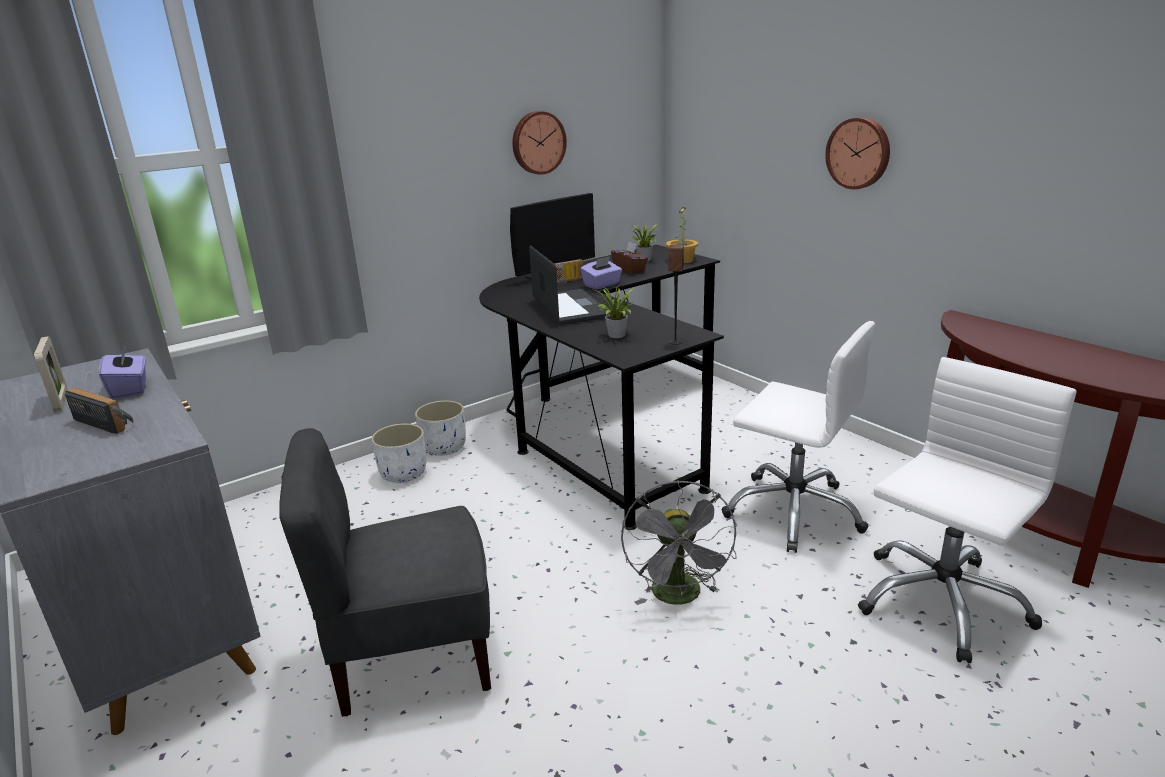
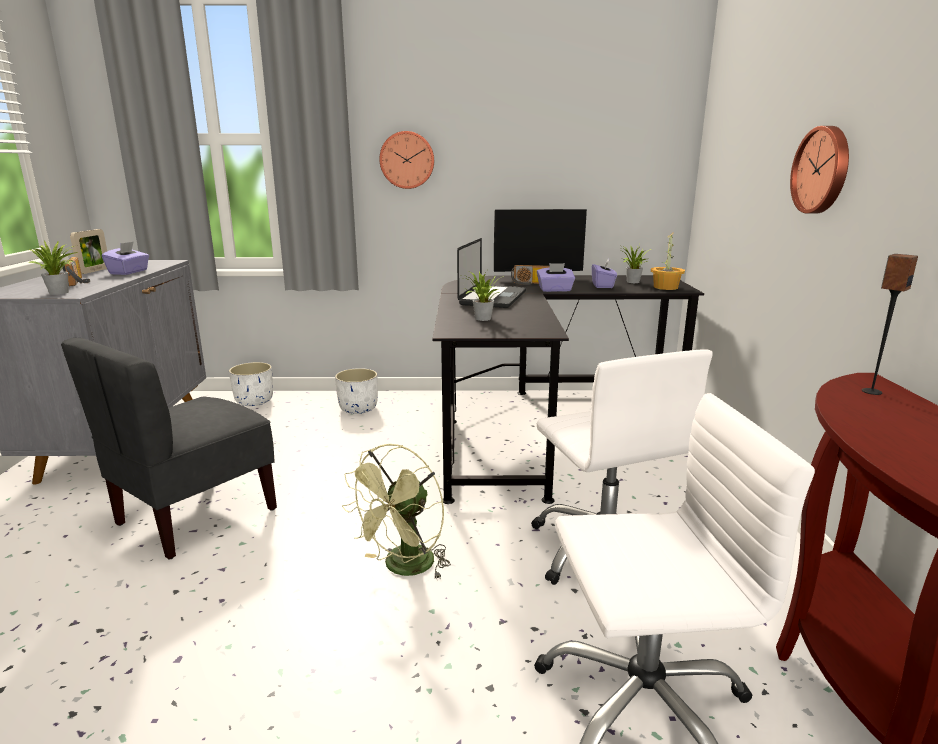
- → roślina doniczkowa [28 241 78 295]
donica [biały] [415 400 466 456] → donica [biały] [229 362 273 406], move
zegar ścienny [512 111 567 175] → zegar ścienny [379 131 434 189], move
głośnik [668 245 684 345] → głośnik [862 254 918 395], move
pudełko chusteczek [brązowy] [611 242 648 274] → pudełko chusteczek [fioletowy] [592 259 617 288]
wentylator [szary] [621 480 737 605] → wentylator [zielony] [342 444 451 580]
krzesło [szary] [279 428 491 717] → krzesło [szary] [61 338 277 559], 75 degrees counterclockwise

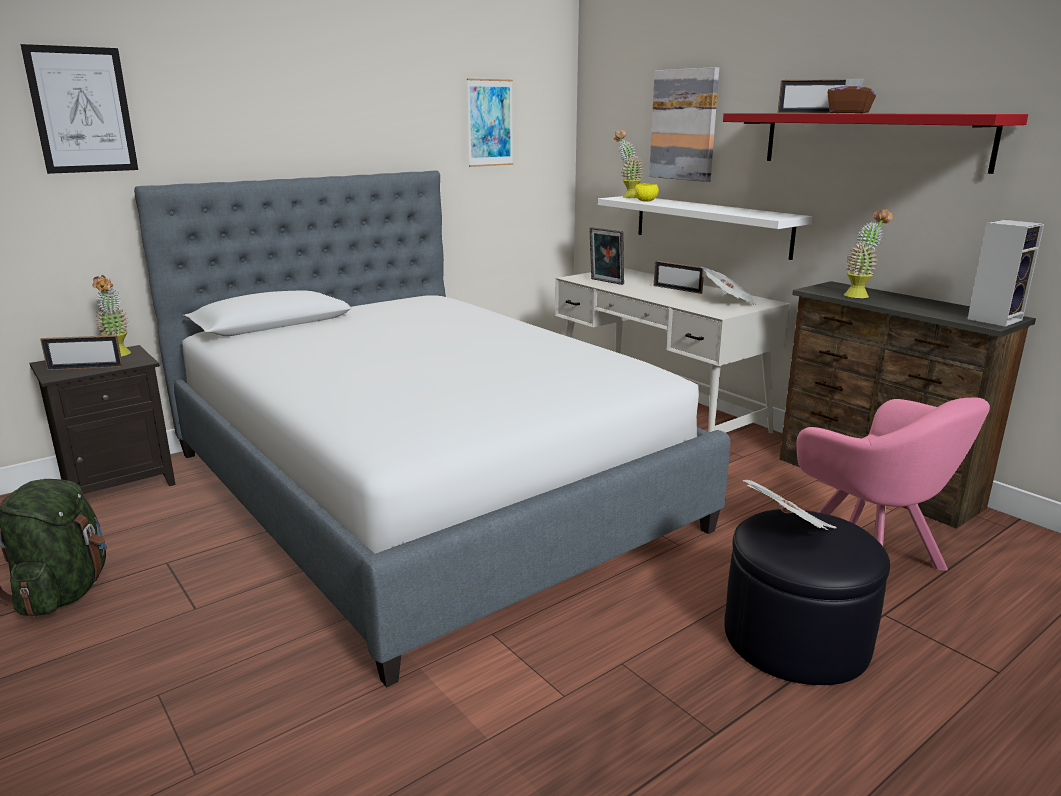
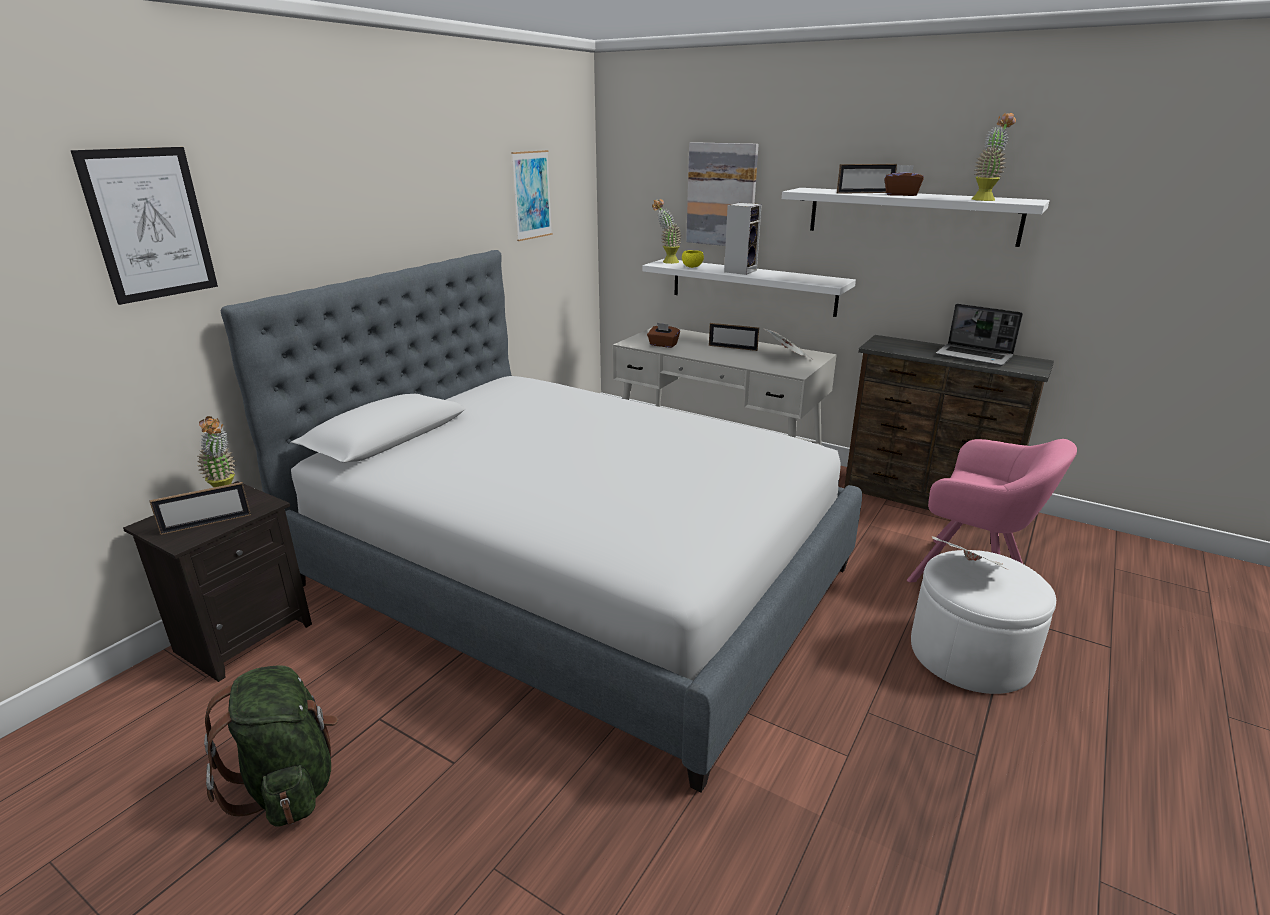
- → laptop [936 304 1023 366]
roślina doniczkowa [844 209 893 298] → roślina doniczkowa [972 113 1016 201], move
głośnik [968 220 1044 327] → głośnik [724 203 762 275], move
ramka na zdjęcie [589 227 624 285] → pudełko chusteczek [brązowy] [647 323 680 348]
półka [czerwony] [723 113 1028 174] → półka [biały] [782 188 1050 247]
pufa [czarny] [724 509 890 685] → pufa [biały] [911 550 1056 694]

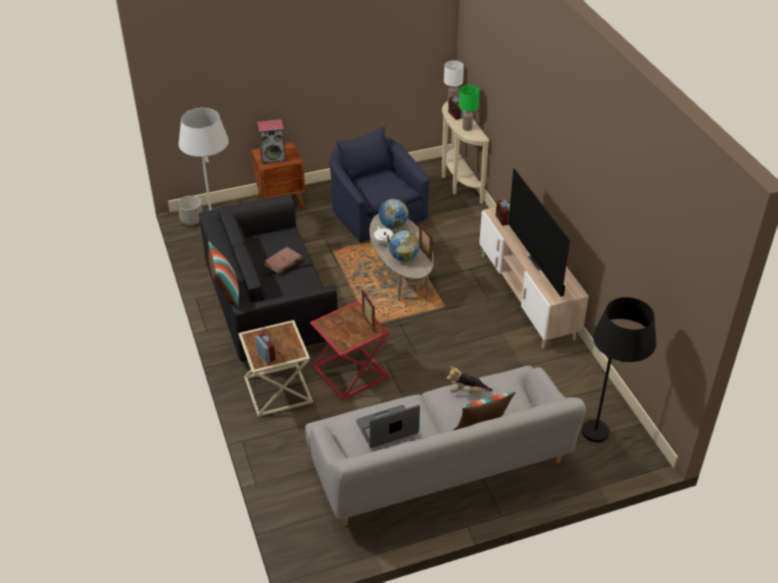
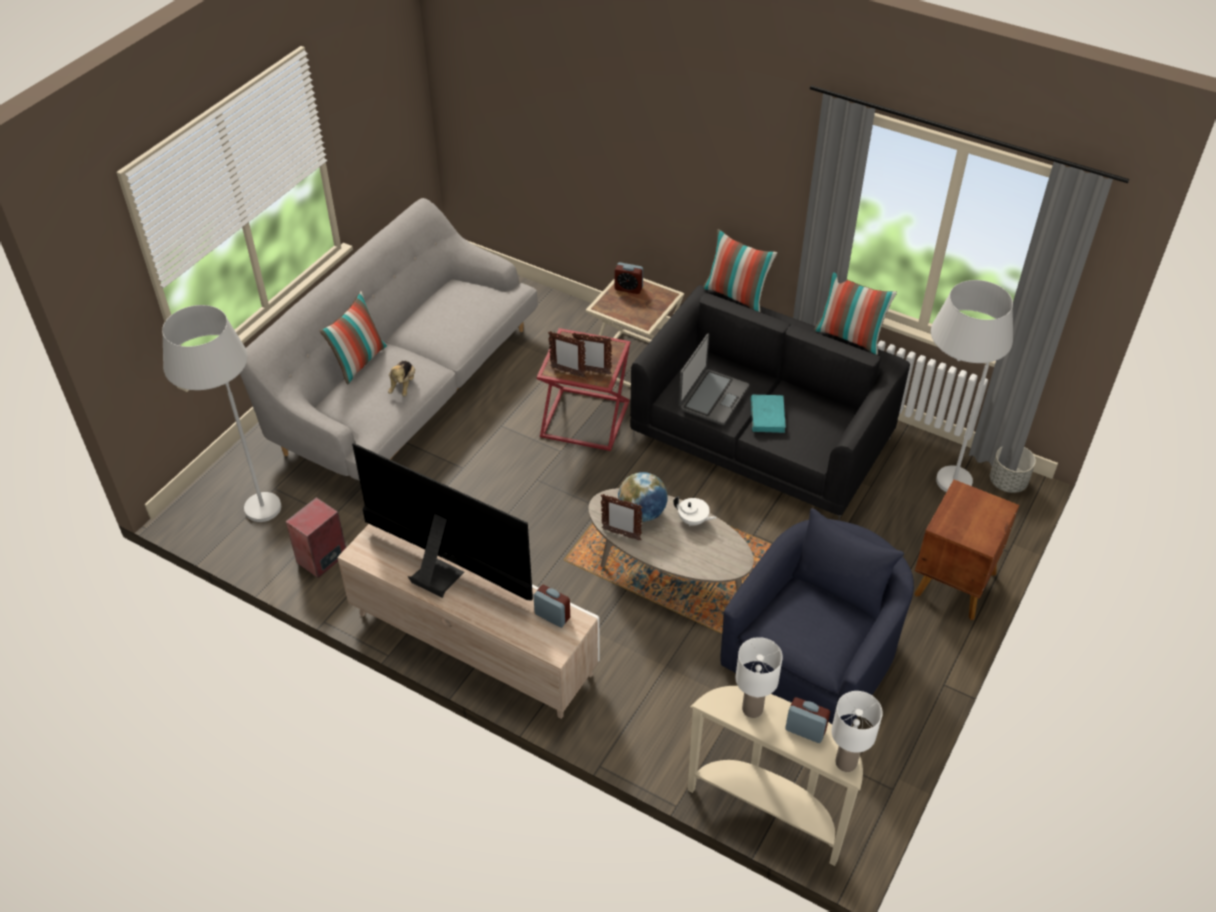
globus [379 199 408 229] → -
- → ramka na zdjęcie [572 332 612 375]
- → poduszka [814 272 897 355]
głośnik [257 119 286 164] → głośnik [285 497 346 578], move
laptop [356 405 420 448] → laptop [679 334 749 425], move
książka [brązowy] [264 247 302 274] → książka [turkusowy] [751 395 786 433]
lampa stołowa [zielony] [459 85 480 131] → lampa stołowa [biały] [735 637 783 718]
lampa stojąca [czarny] [582 297 656 443] → lampa stojąca [biały] [162 305 281 522]
fotel [niebieski] [330 126 429 242] → fotel [niebieski] [720 508 914 727], 75 degrees counterclockwise
pluszak [447 366 493 393] → pluszak [388 361 415 396], 135 degrees clockwise

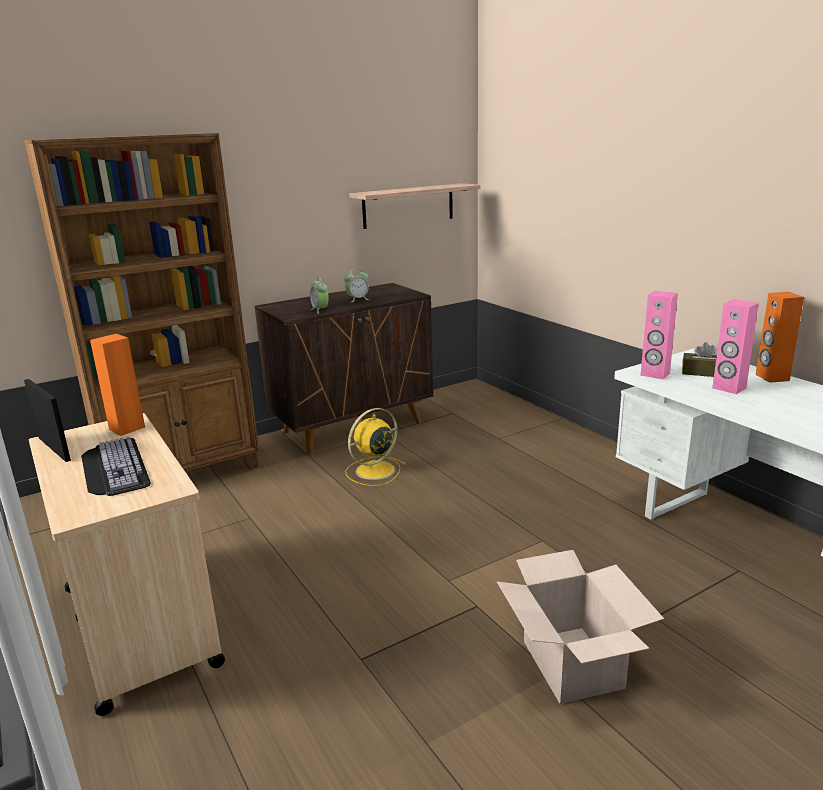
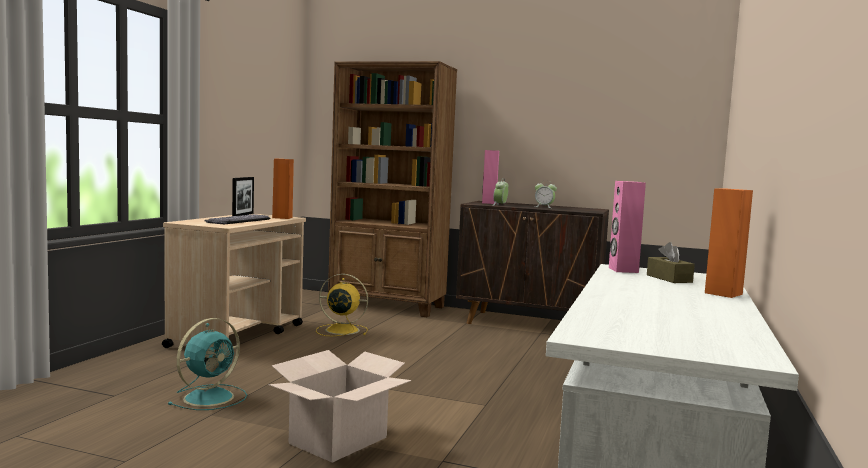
półka [349 183 480 229] → -
- → wentylator [turkusowy] [168 318 247 410]
wentylator [żółty] [345 408 406 486] → wentylator [żółty] [316 274 368 336], move
głośnik [różowy] [712 299 759 394] → głośnik [różowy] [482 150 499 204], move

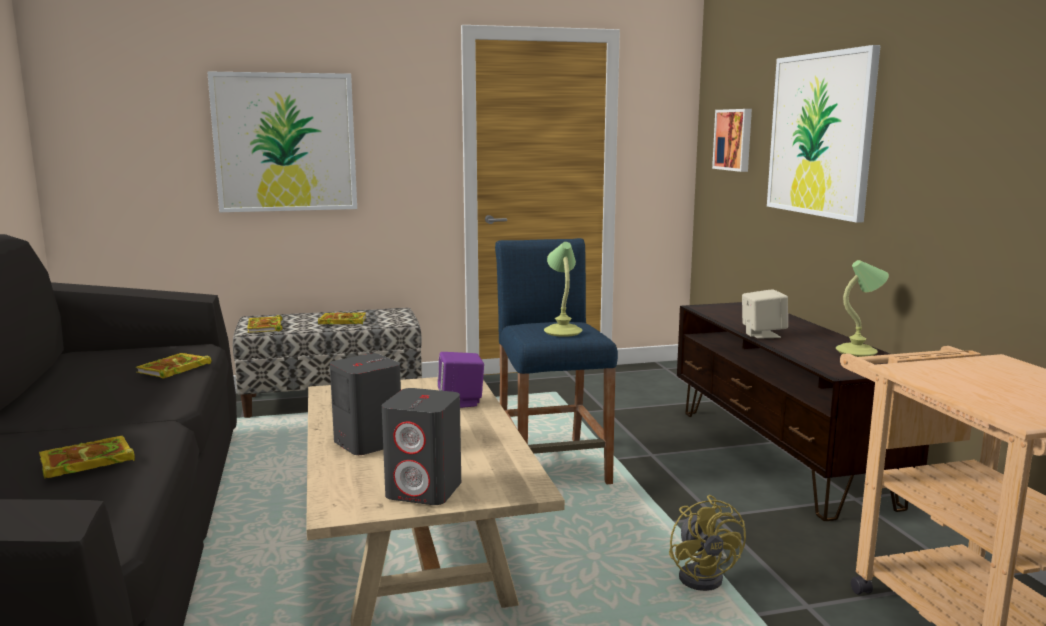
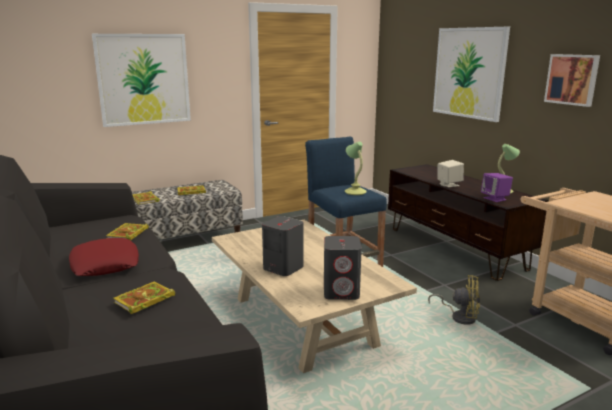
- → poduszka [czerwony] [69 238 139 276]
głośnik [fioletowy] [437 352 484 408] → głośnik [fioletowy] [481 173 513 202], move
obraz [712 109 752 172] → obraz [544 54 600 107], move
wentylator [żółty] [669 495 746 591] → wentylator [żółty] [428 275 480 325], 45 degrees counterclockwise

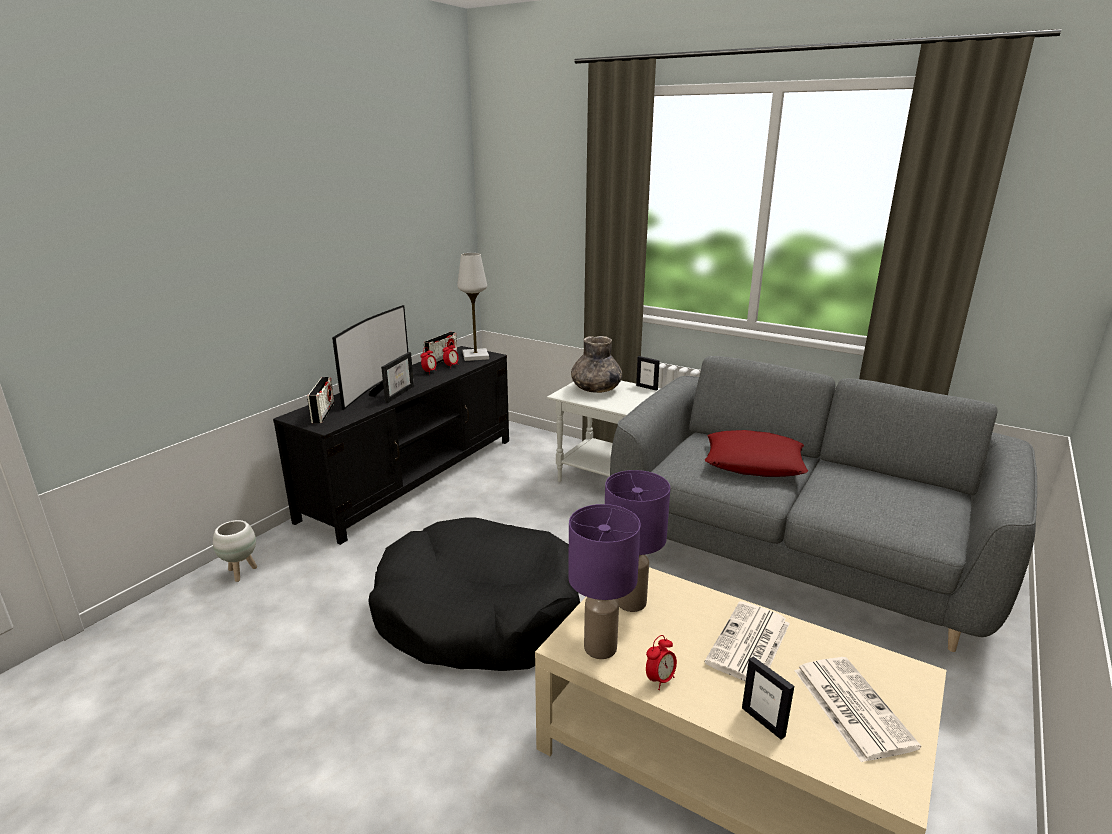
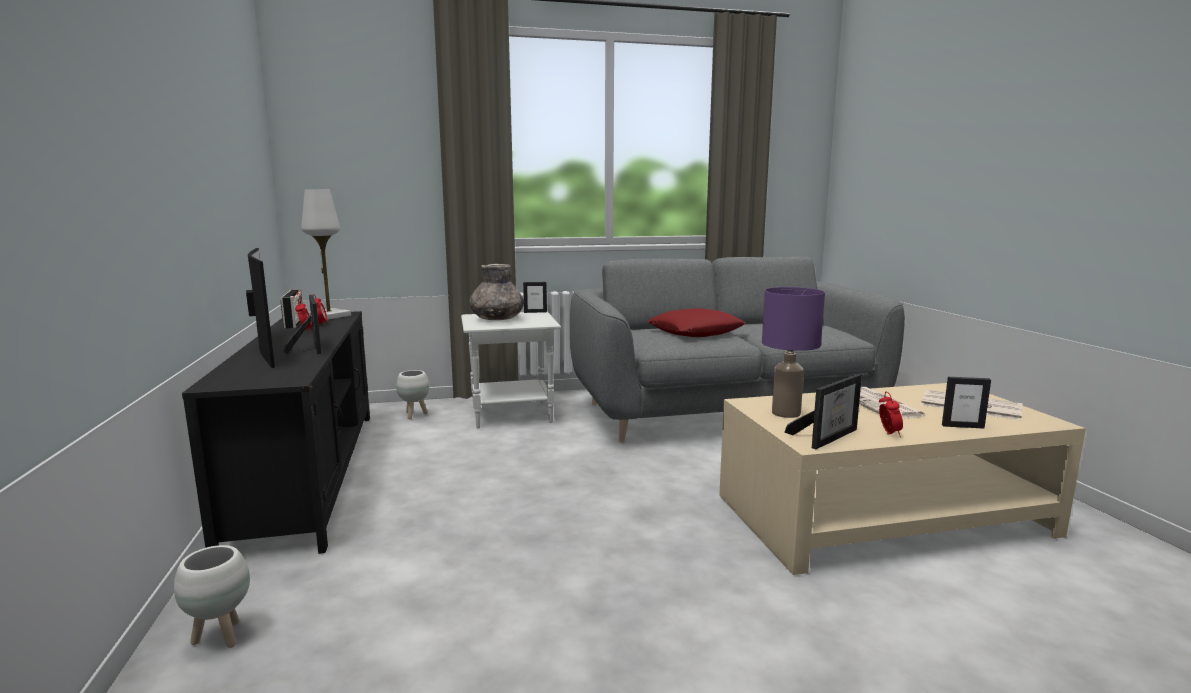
radio [307 377 335 424] → -
legowisko [czarny] [368 518 580 671] → -
- → donica [biały] [396 370 429 419]
lampa stołowa [fioletowy] [568 504 641 659] → ramka na zdjęcie [784 374 862 449]

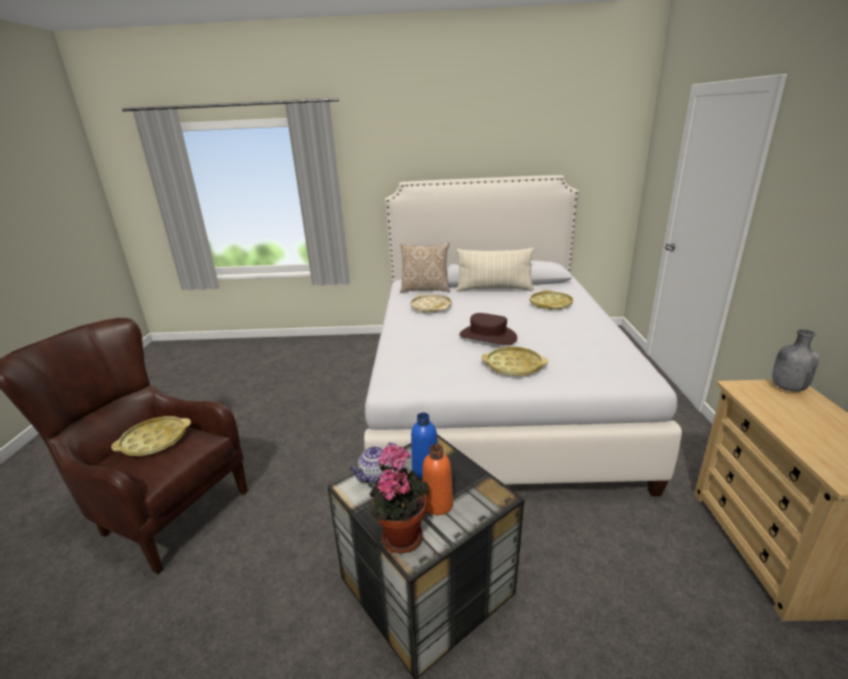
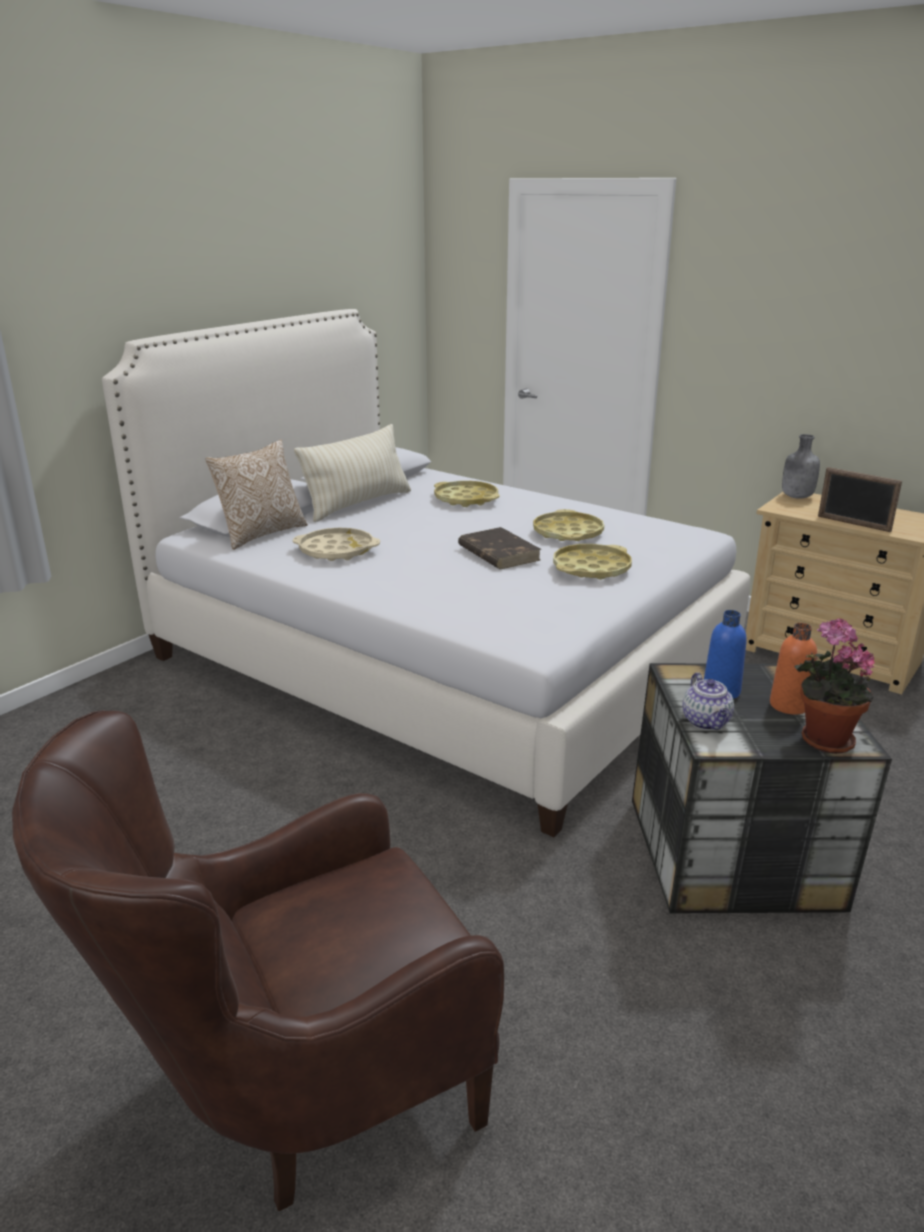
- → ramka na zdjęcie [818 467 902 532]
taca [żółty] [111 416 191 456] → taca [żółty] [533 509 604 541], move
kapelusz [brązowy] [459 313 517 345] → książka [brązowy] [458 527 541 569]

